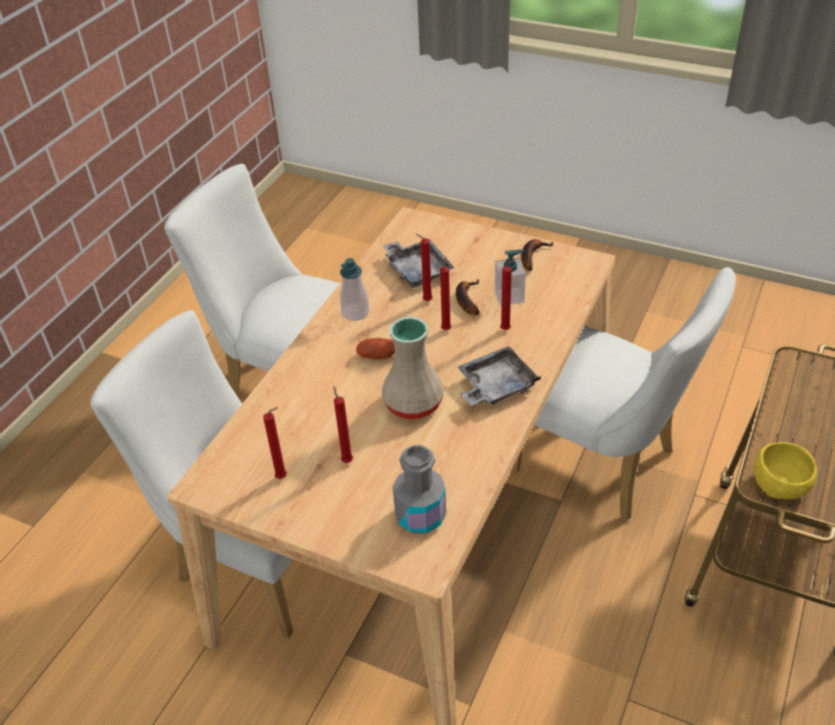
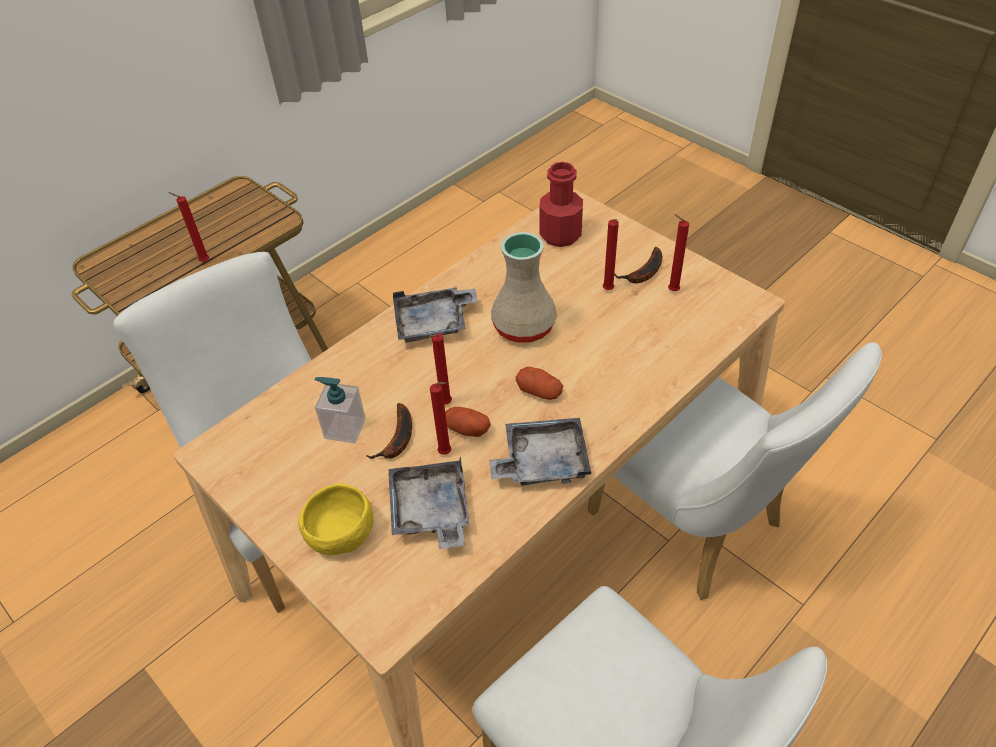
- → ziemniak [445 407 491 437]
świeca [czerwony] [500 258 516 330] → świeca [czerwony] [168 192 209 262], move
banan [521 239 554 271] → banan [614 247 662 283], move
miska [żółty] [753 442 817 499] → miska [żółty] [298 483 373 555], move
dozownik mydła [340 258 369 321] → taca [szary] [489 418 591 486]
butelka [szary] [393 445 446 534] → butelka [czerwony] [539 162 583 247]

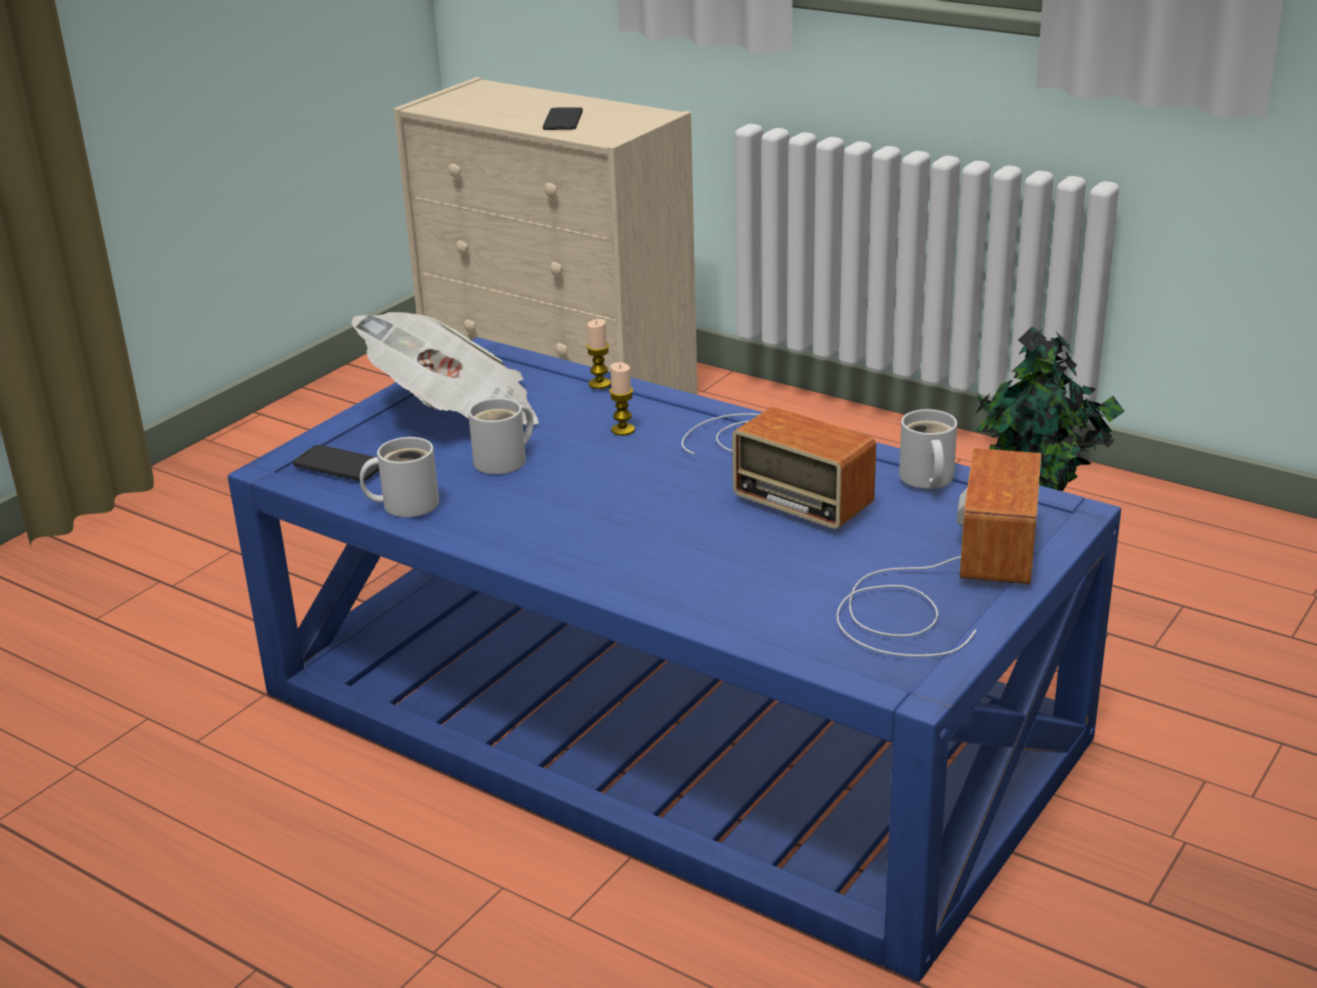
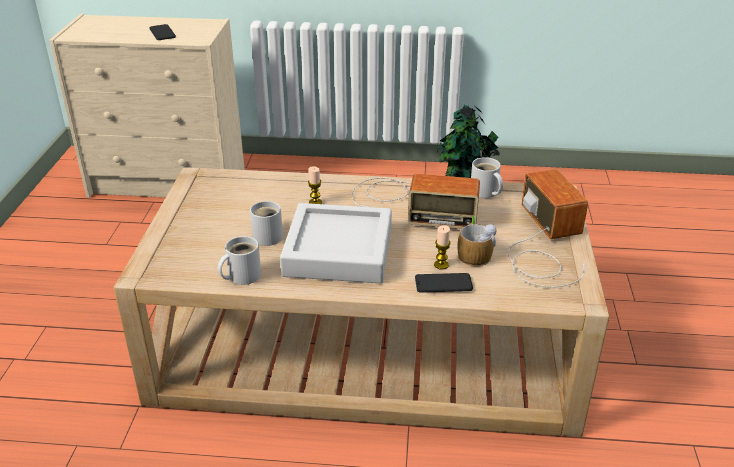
gazeta [351 312 539 425] → -
- → taca [szary] [280 203 392 284]
- → kubek [457 216 497 266]
telefon [293 445 379 481] → telefon [415 273 473 293], move
świeca [586 319 611 389] → świeca [434 225 451 270], move
ława [niebieski] [228 337 1121 982] → ława [beżowy] [114 167 609 437]

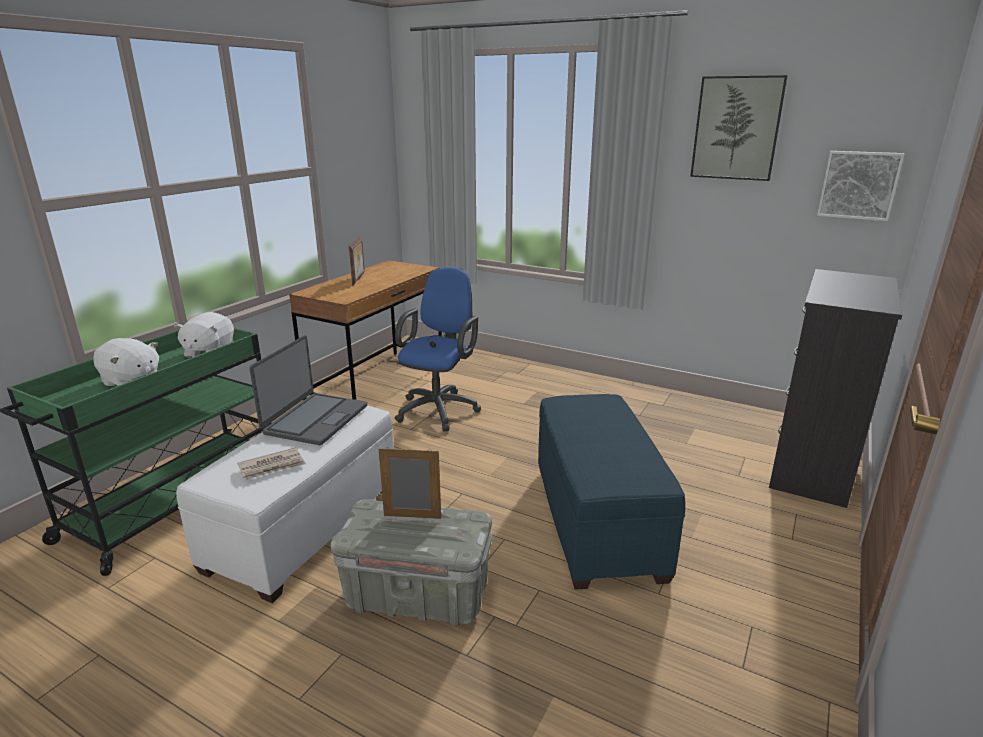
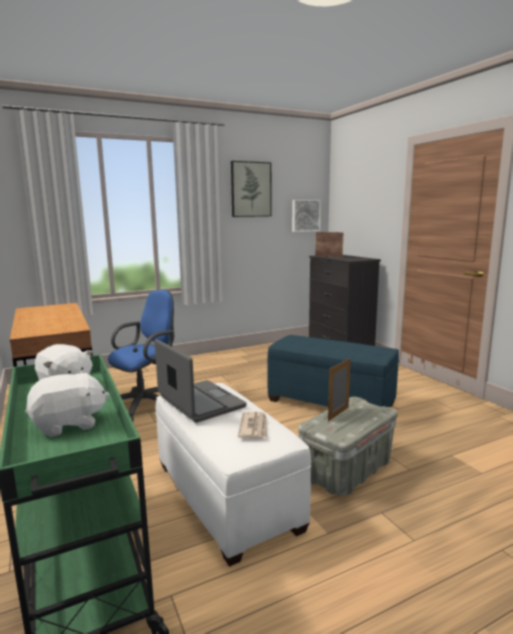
ramka na zdjęcie [349 236 365 286] → ramka na zdjęcie [315 232 343 258], move
krzesło biurowe [niebieski] [395 267 481 431] → krzesło biurowe [niebieski] [108 290 174 422], 75 degrees clockwise

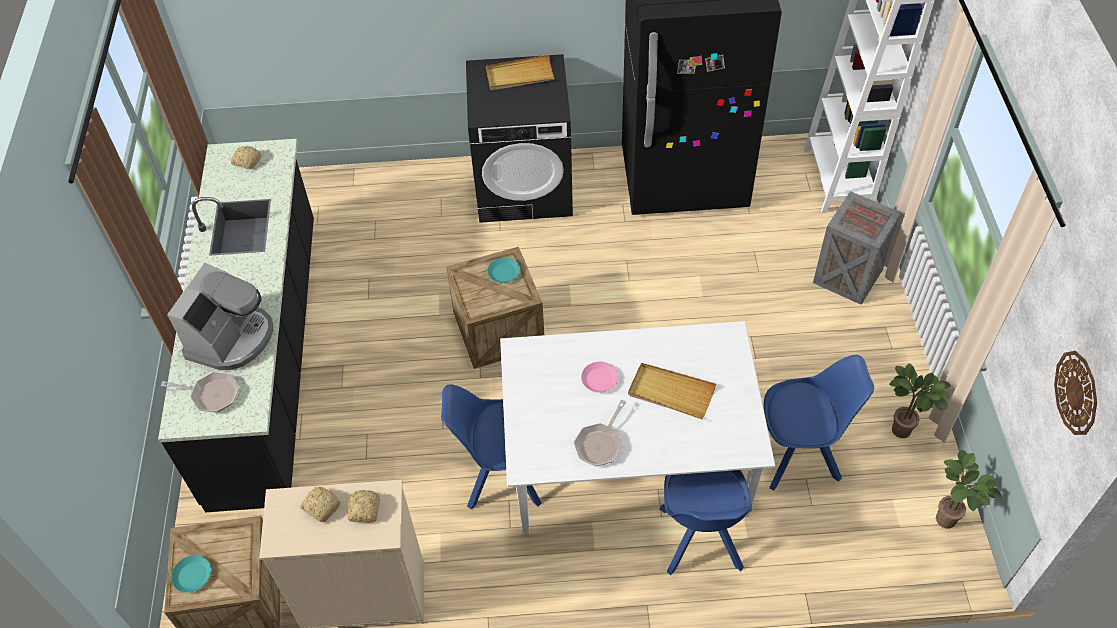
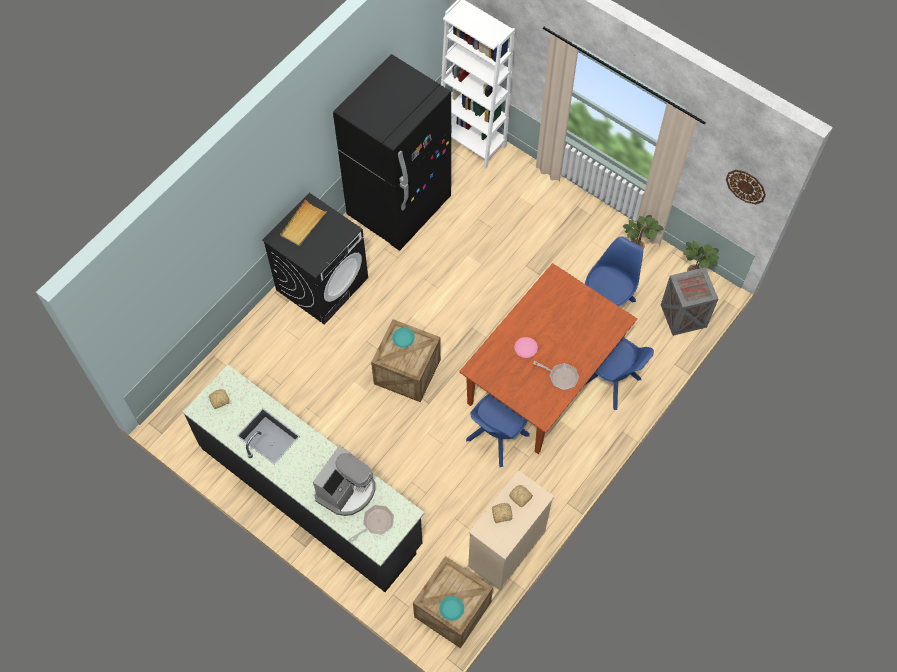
taca [beżowy] [628 363 716 419] → -
skrzynka [813 191 902 305] → skrzynka [661 267 718 336], move
stół jadalny [biały] [500 321 775 534] → stół jadalny [brązowy] [459 263 637 454]
ekspres do kawy [167 263 273 370] → ekspres do kawy [313 445 375 516], 60 degrees clockwise
patelnia [574 400 626 466] → patelnia [533 361 579 390], 45 degrees counterclockwise

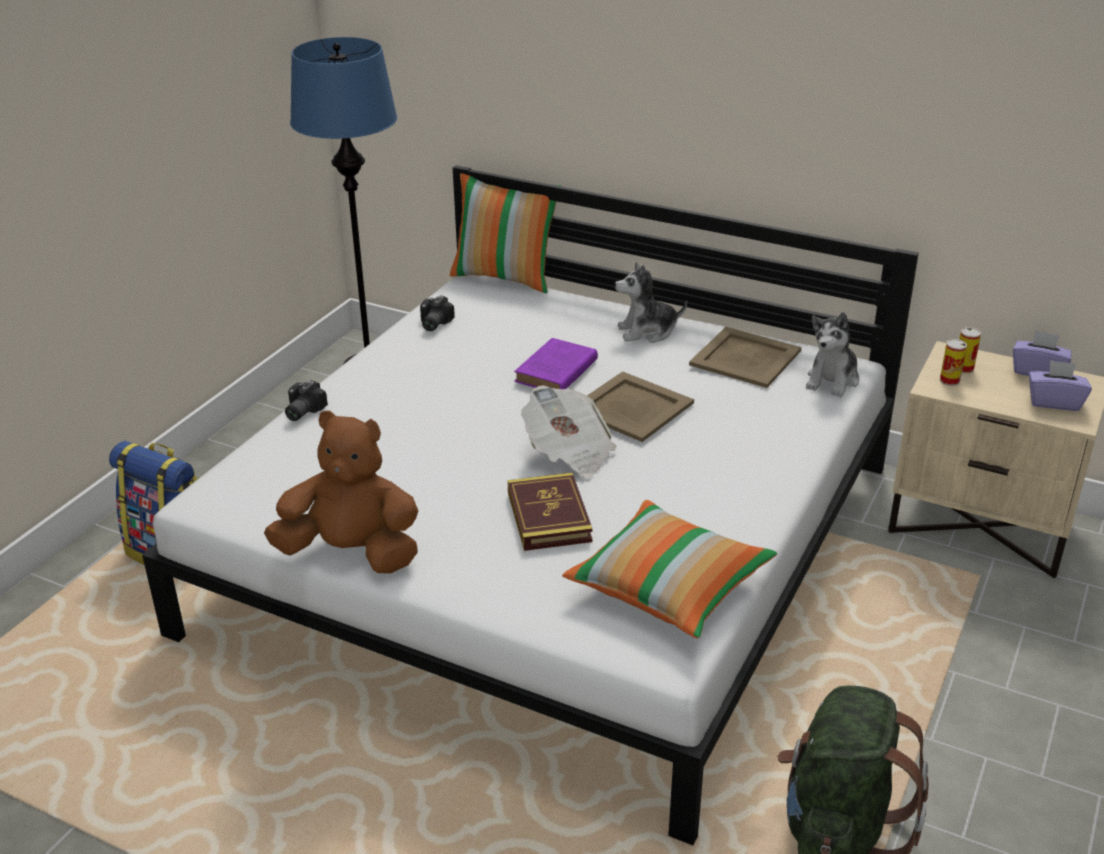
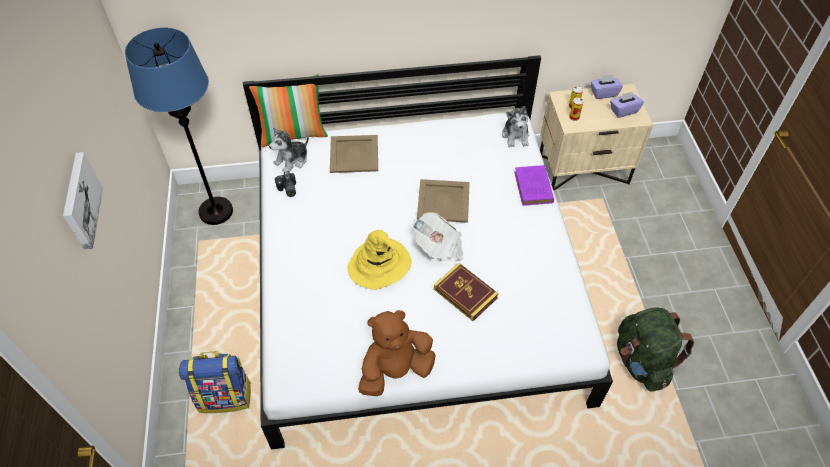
aparat fotograficzny [285 380 328 421] → -
poduszka [562 500 777 638] → -
- → obraz [63 152 103 250]
- → kapelusz [żółty] [348 230 412 290]
książka [fioletowy] [514 338 598 389] → książka [fioletowy] [514 165 554 206], move
pluszak [615 262 687 343] → pluszak [269 127 309 172], move
taca [beżowy] [689 327 802 388] → taca [beżowy] [330 135 378 173], move

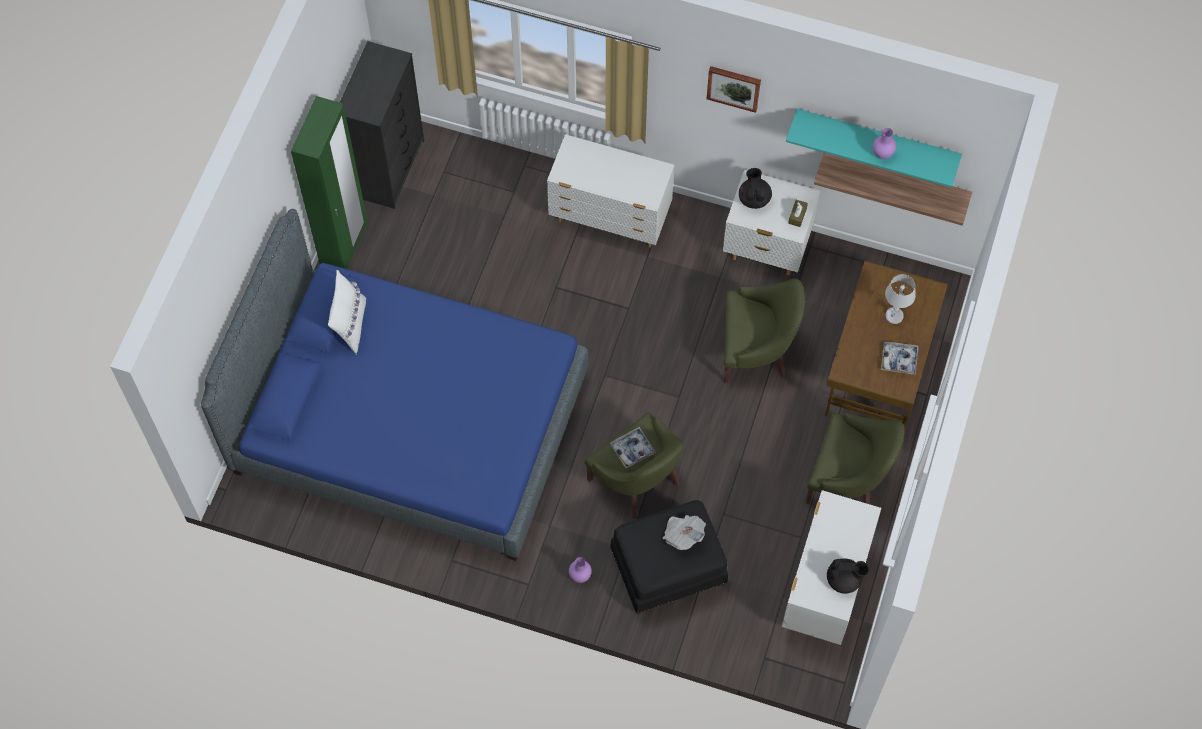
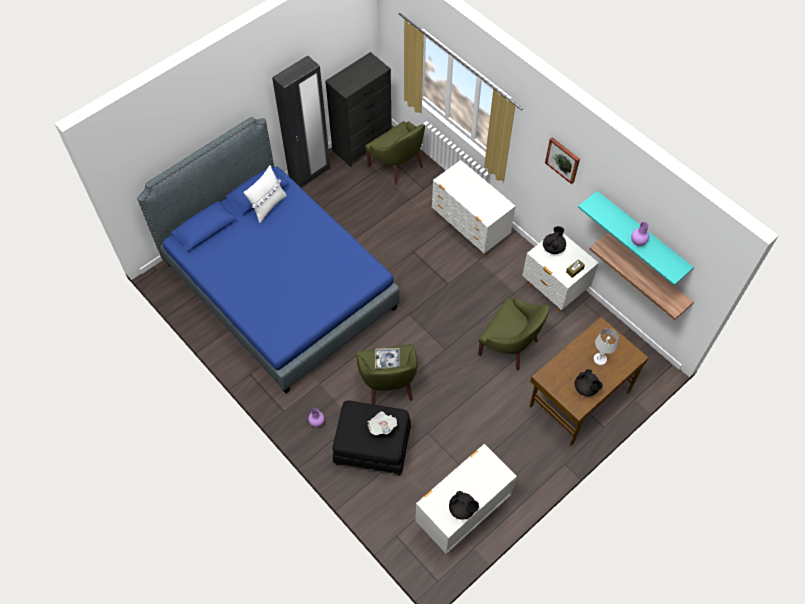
fotel [zielony] [806 413 905 504] → fotel [zielony] [365 121 425 185], move
taca [881 341 919 375] → imbryk [czarny] [575 369 603 396]
szafa [zielony] [291 96 367 269] → szafa [czarny] [272 56 330 188]

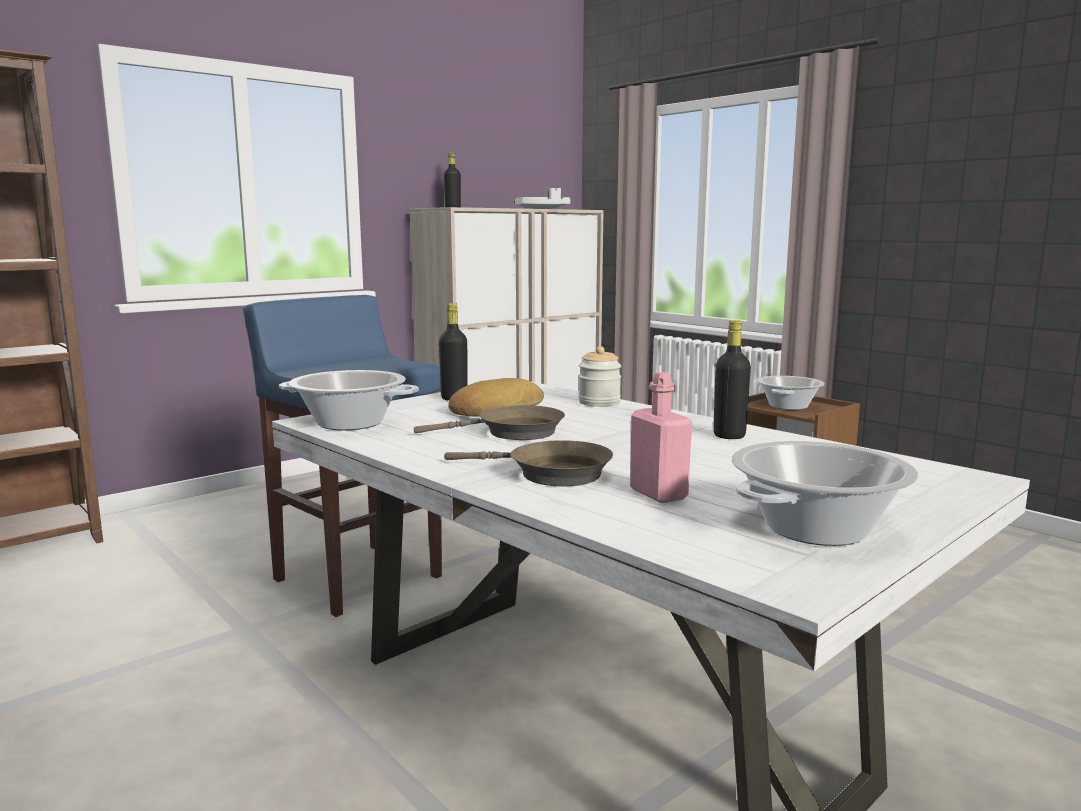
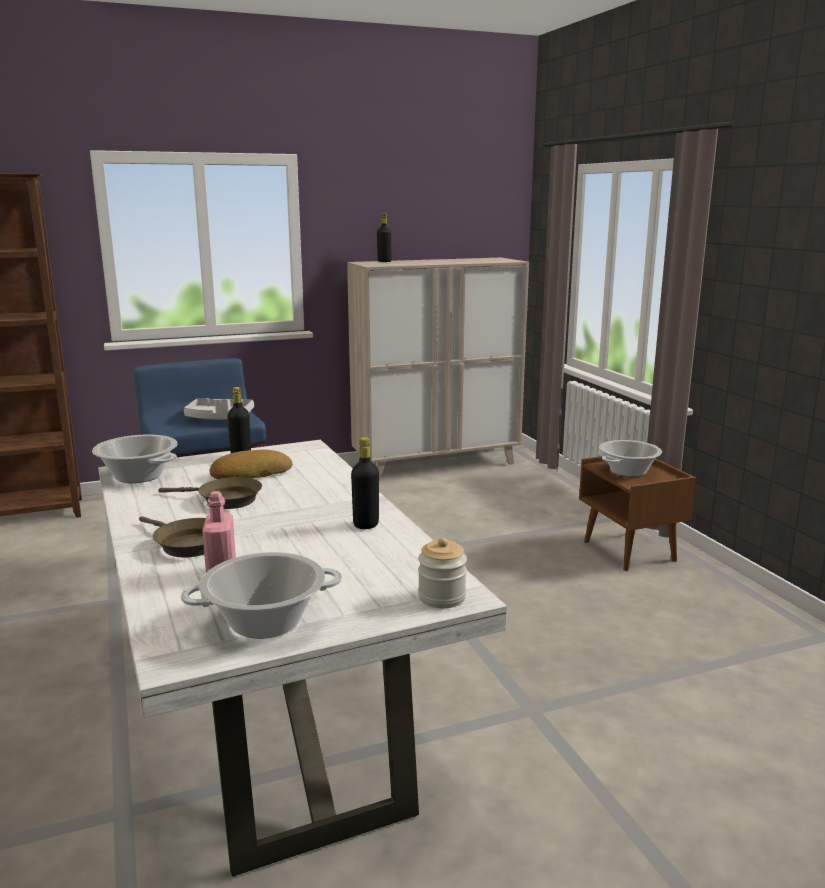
taca [szary] [515 188 570 209] → taca [szary] [184 398 254 420], move
słoik [579 346 621 407] → słoik [418 537 467 608], move

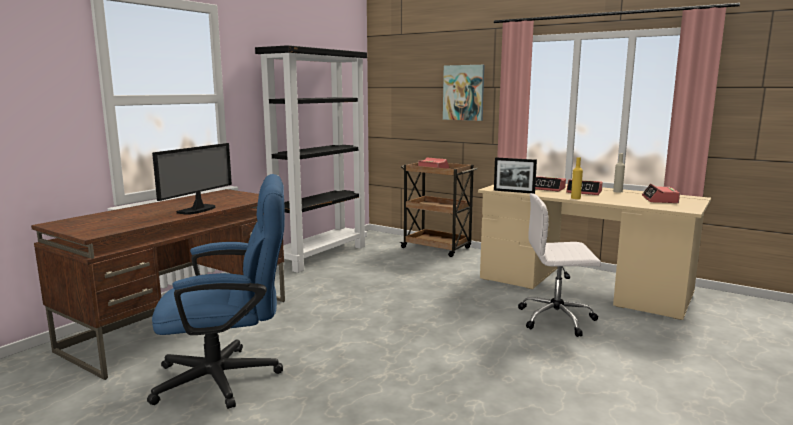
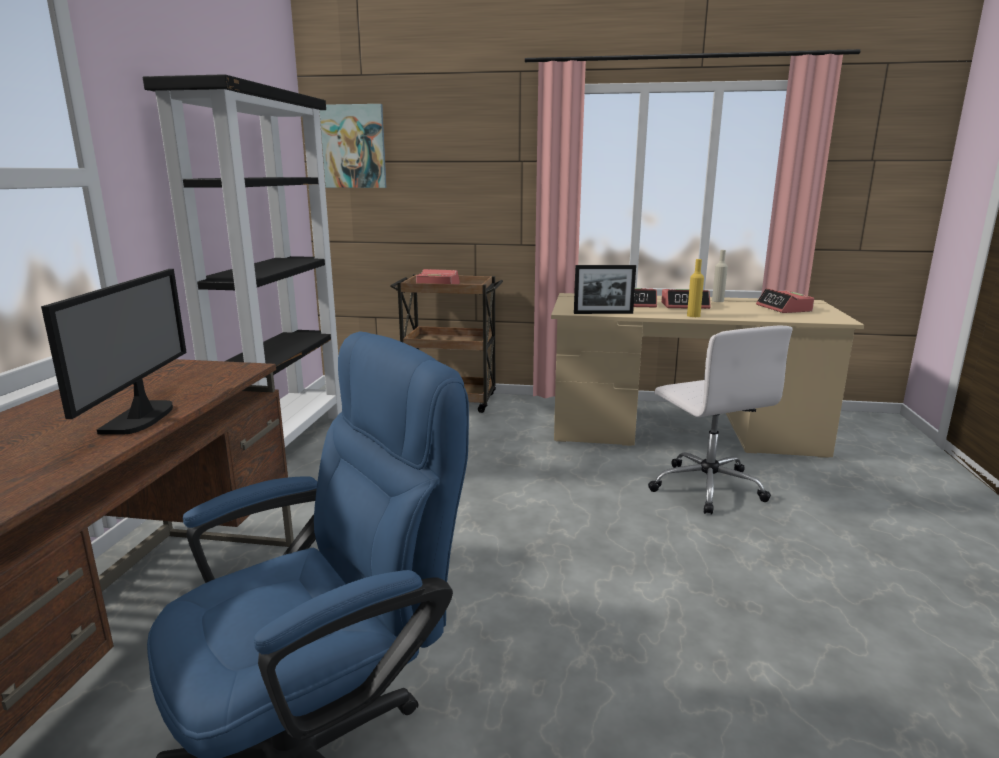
obraz [443 65 485 121] → obraz [320 104 387 188], move
krzesło biurowe [biały] [518 193 601 337] → krzesło biurowe [biały] [648 325 793 515], 90 degrees counterclockwise

